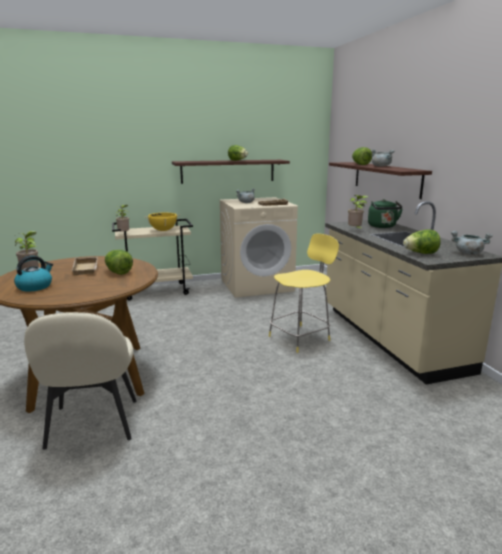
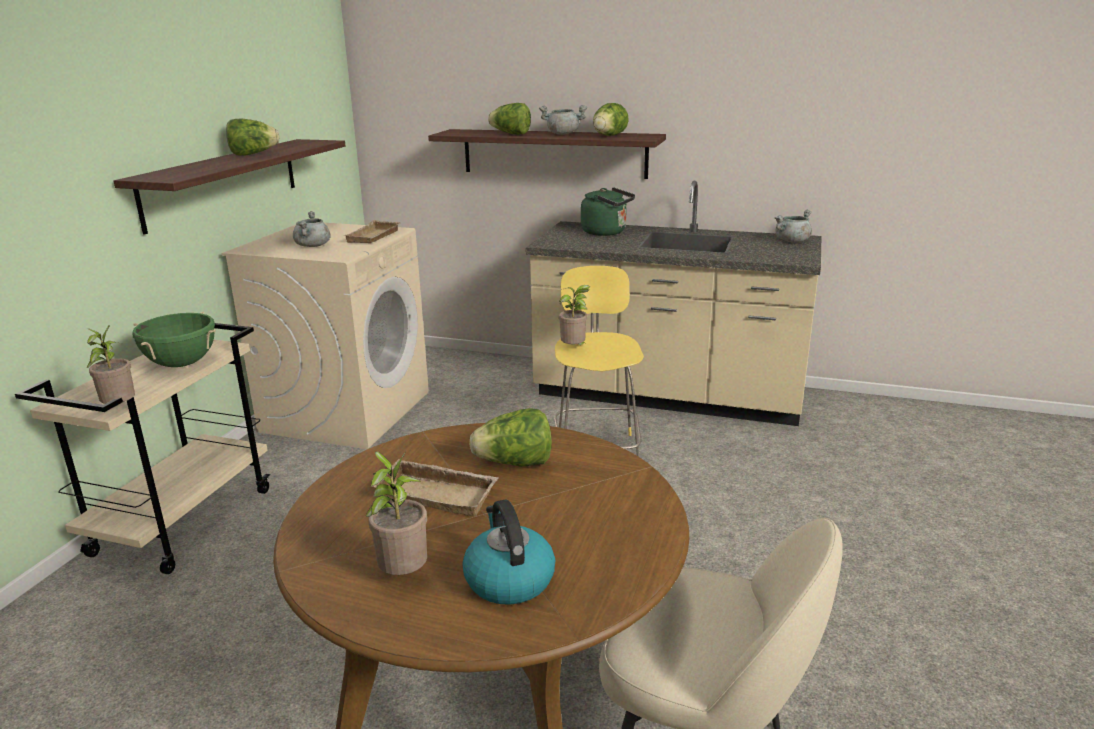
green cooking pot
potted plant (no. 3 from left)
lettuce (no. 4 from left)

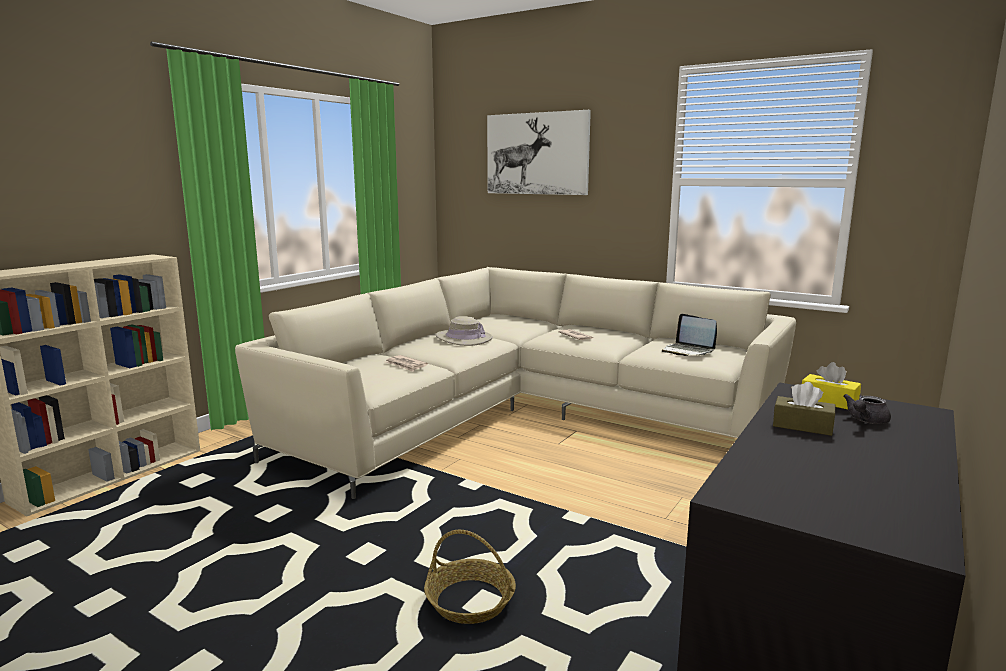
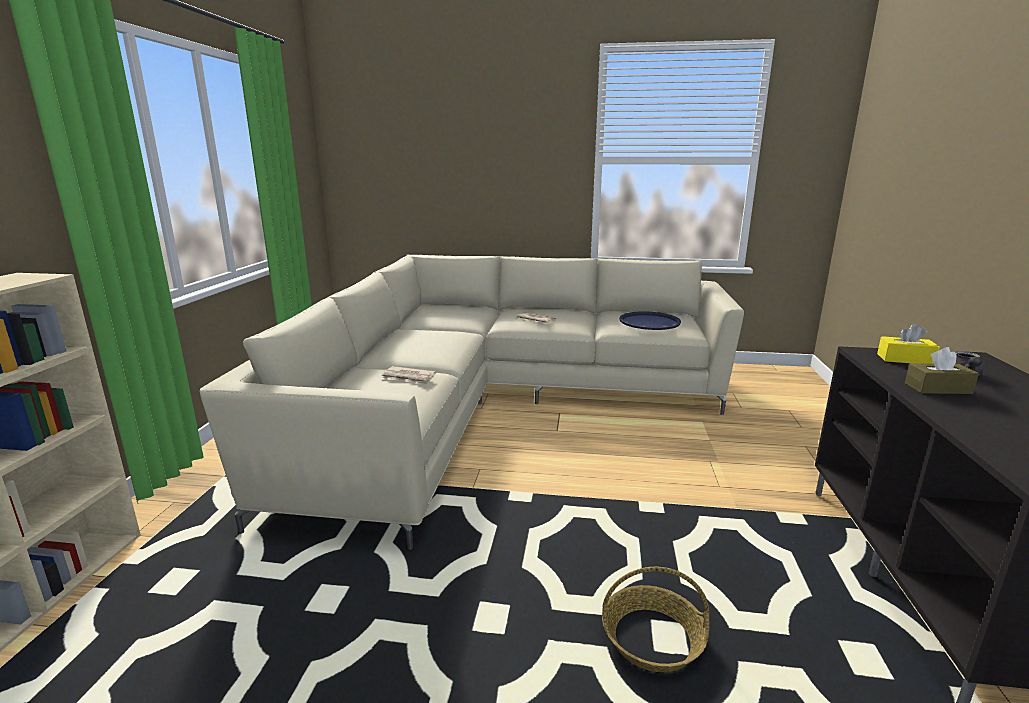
blue tray
beige hat
picture

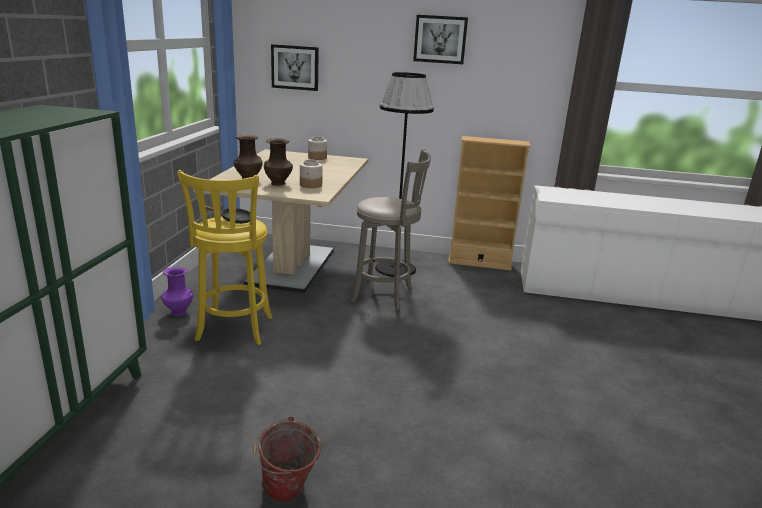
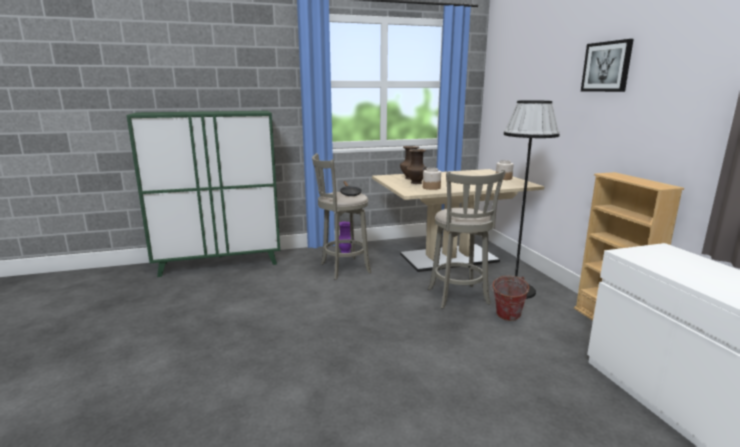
grey stool (no. 1 from left)
bucket
picture (no. 1 from left in the first image)

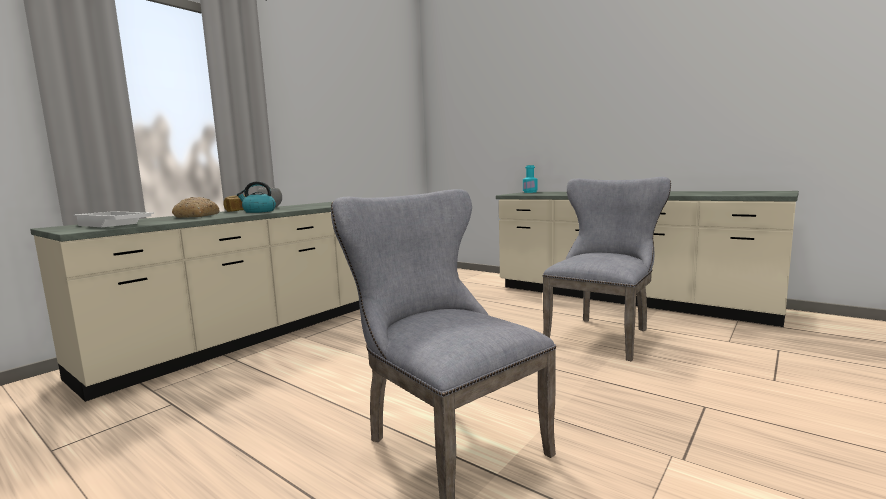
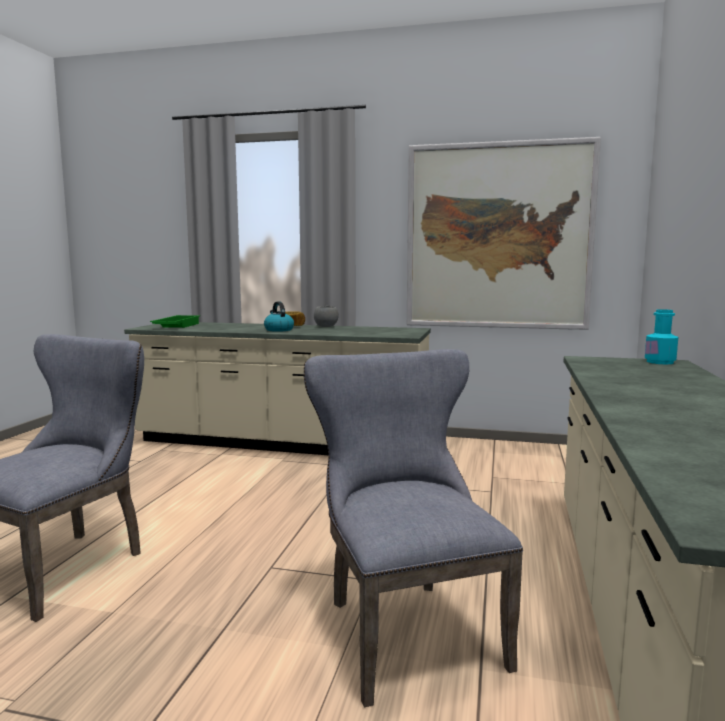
green tray
grey chair (no. 2 from left)
picture
bread (no. 1 from left in the first image)

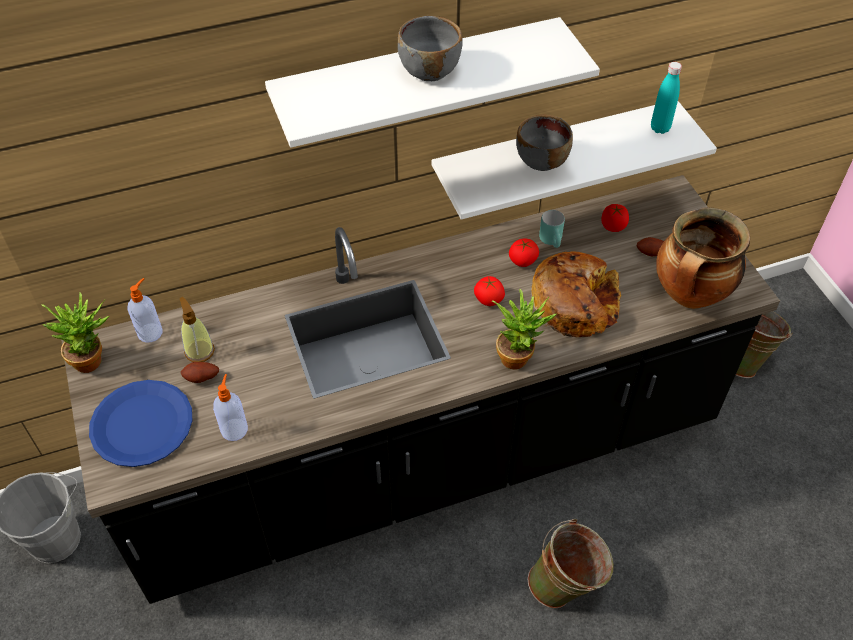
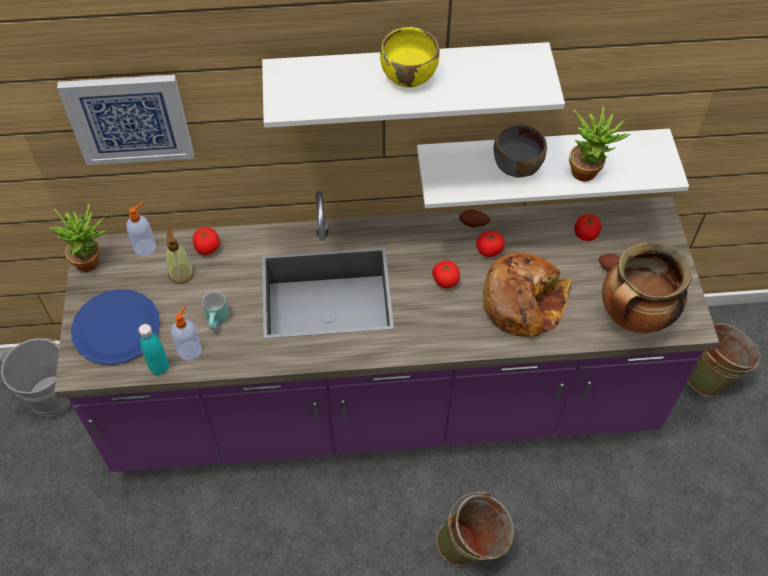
purple counter
picture
turquoise bottle
tomato (no. 1 from left)
turquoise mug
yellow bowl
potato (no. 1 from left)
potted plant (no. 2 from left)

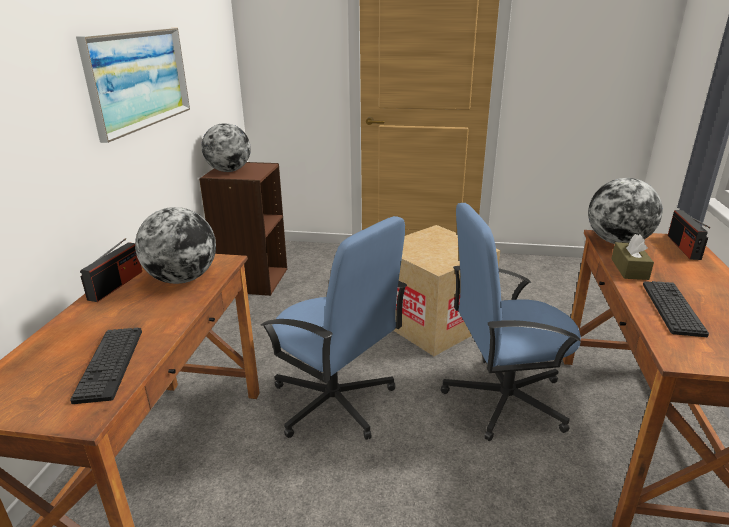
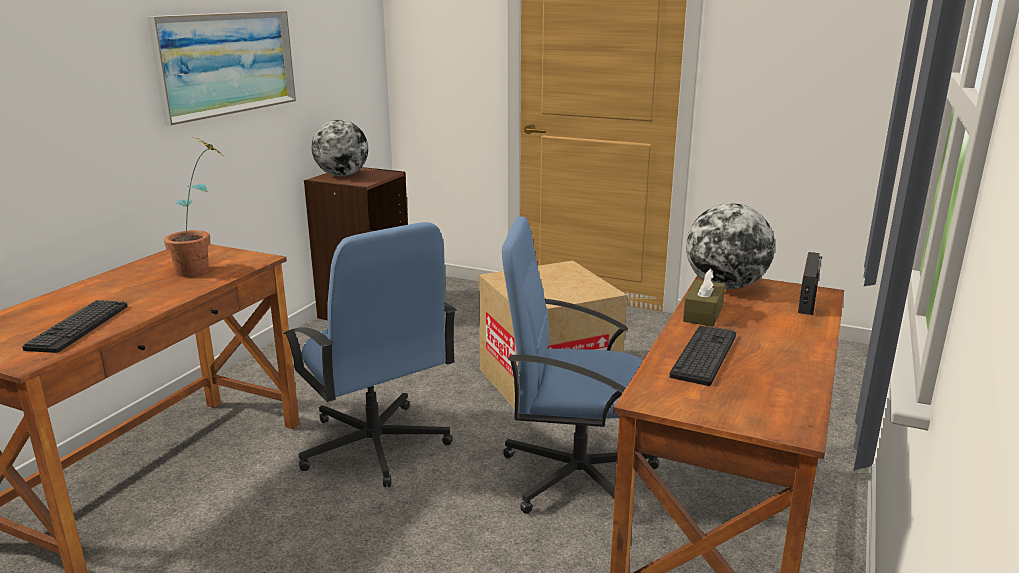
potted plant
radio (no. 1 from left in the first image)

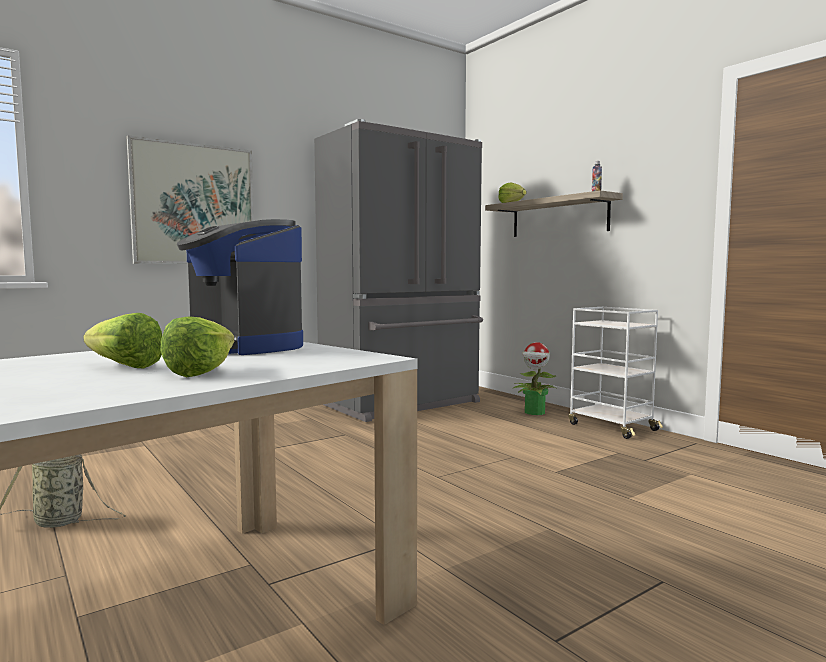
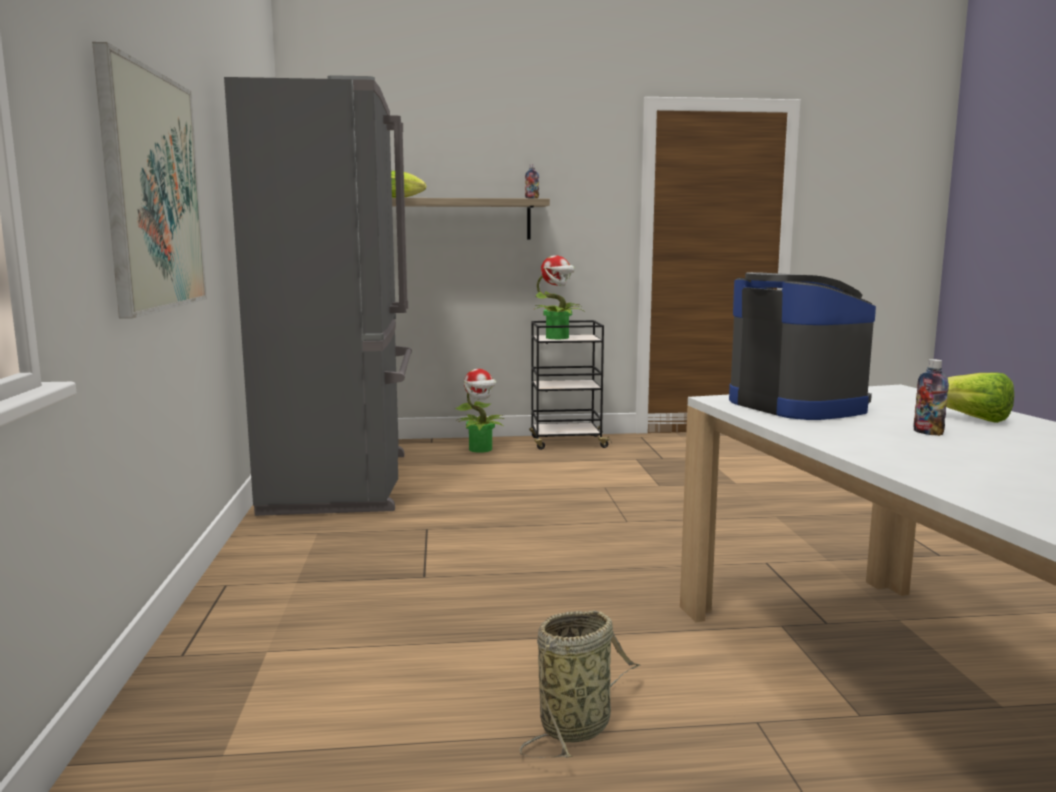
black cart
potted plant (no. 2 from left)
coffee machine
bottle (no. 2 from left)

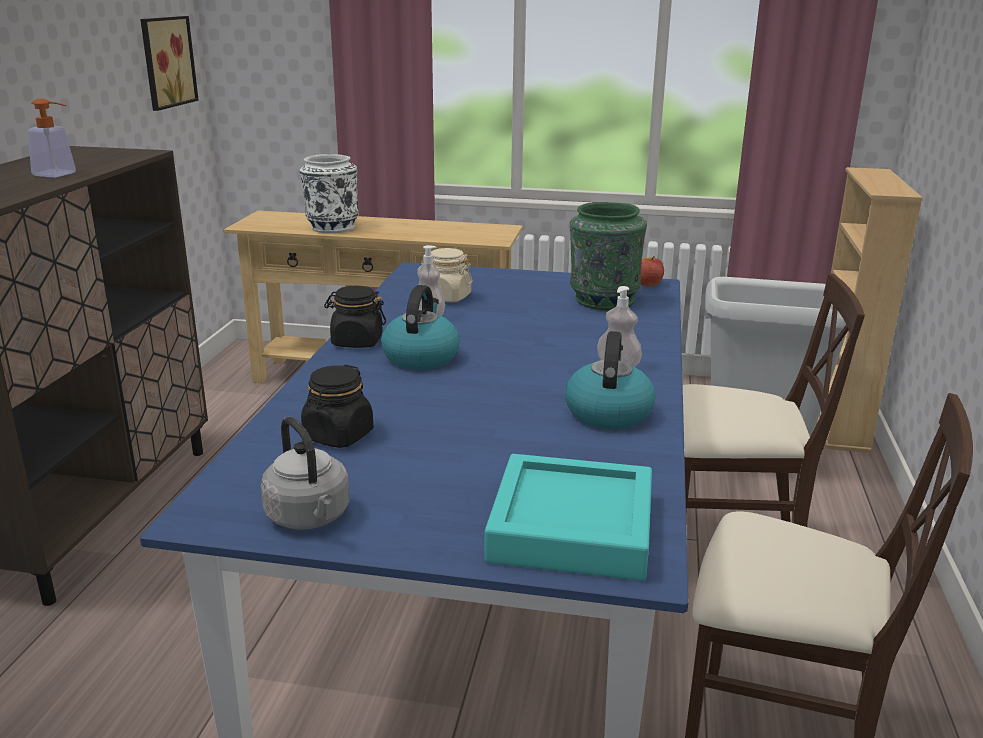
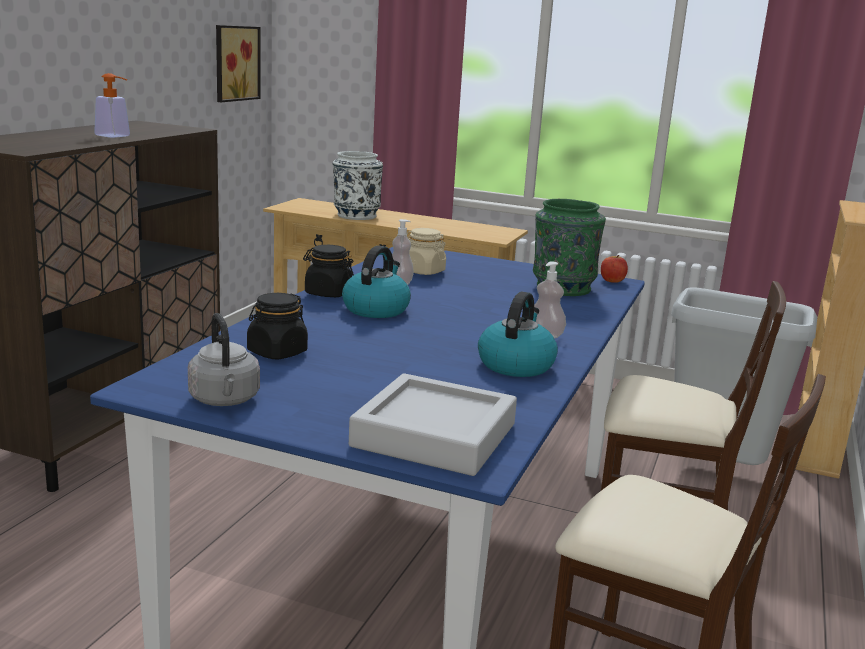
grey tray

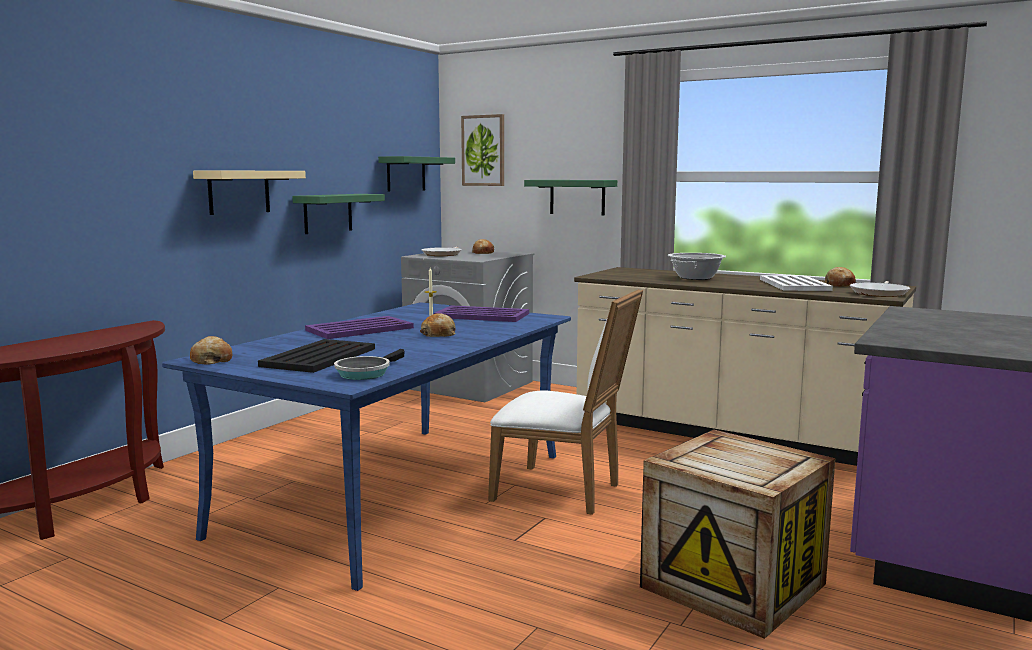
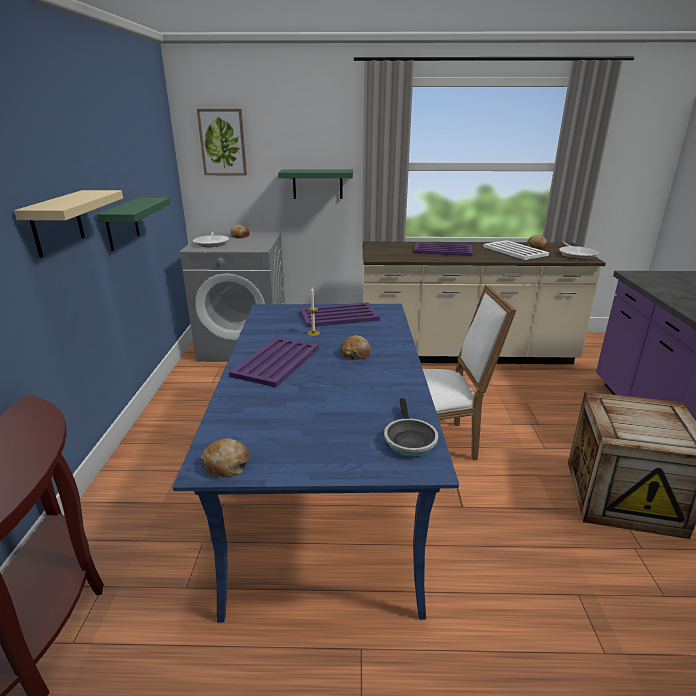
purple tray (no. 3 from left)
black tray
green shelf (no. 2 from left in the first image)

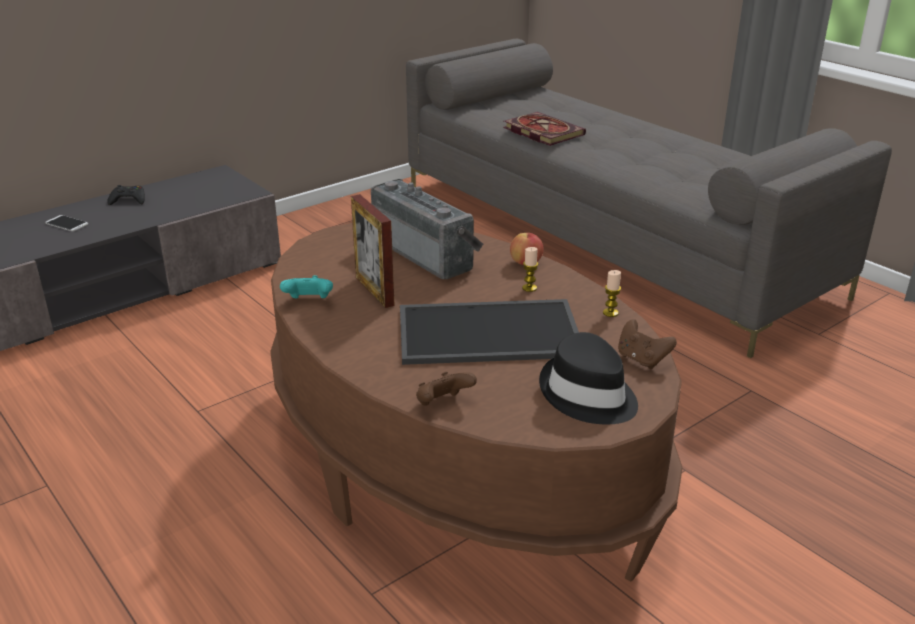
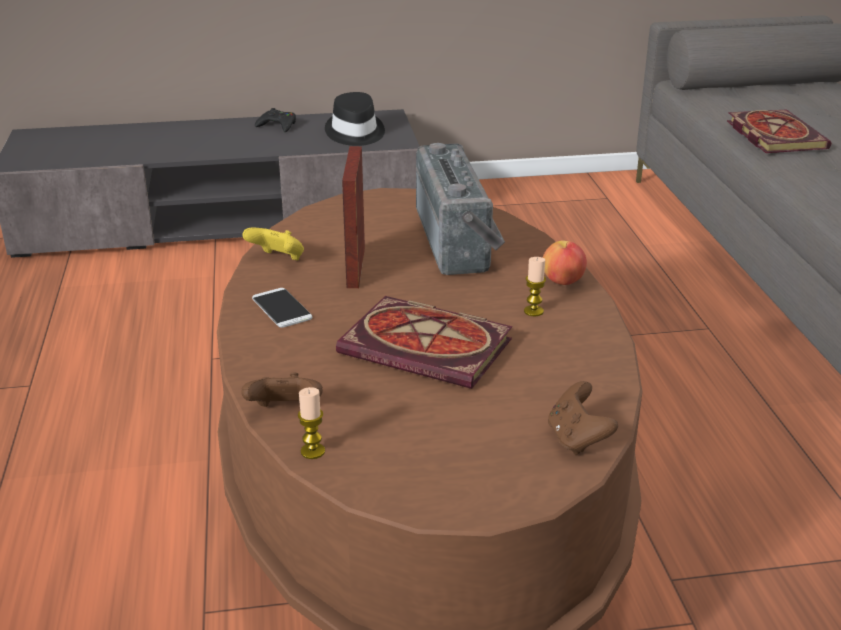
yellow game controller
phone
candle (no. 1 from left)
black hat
book (no. 1 from left)

